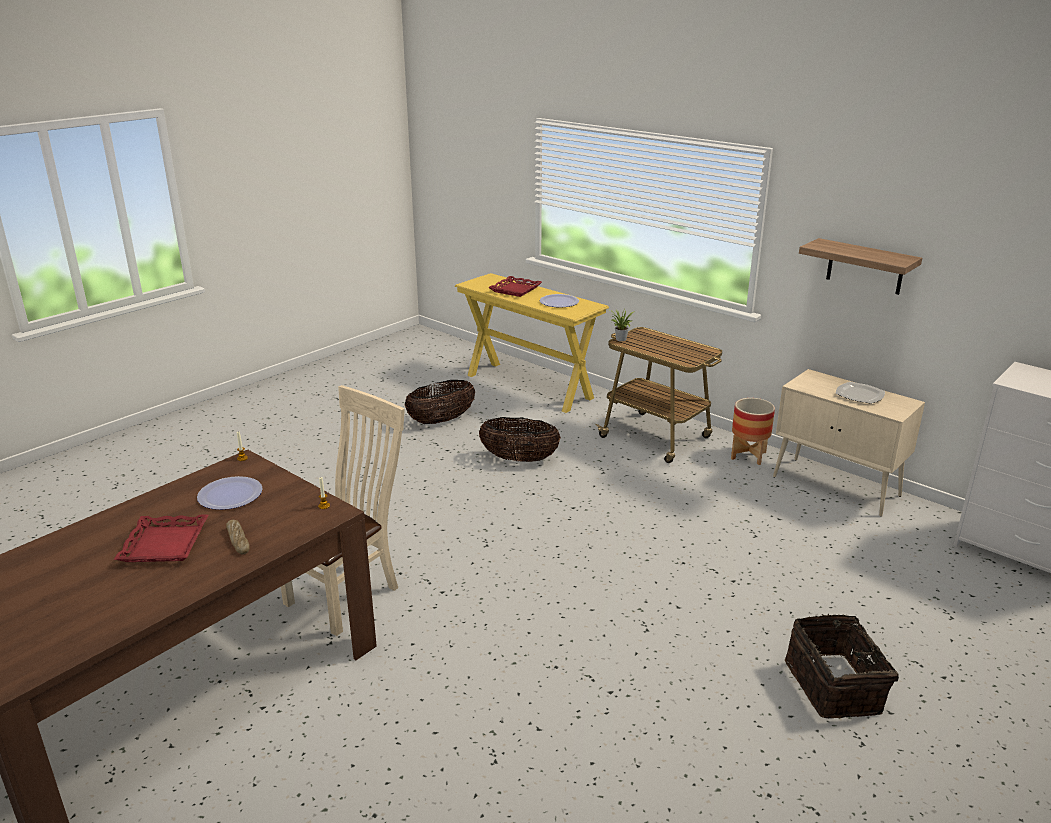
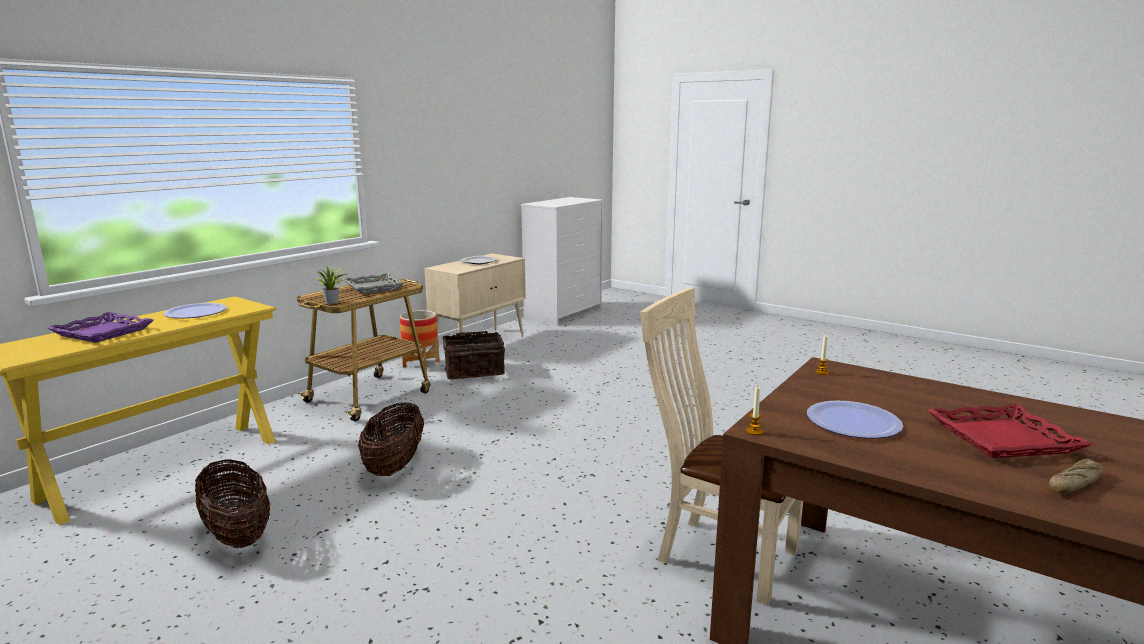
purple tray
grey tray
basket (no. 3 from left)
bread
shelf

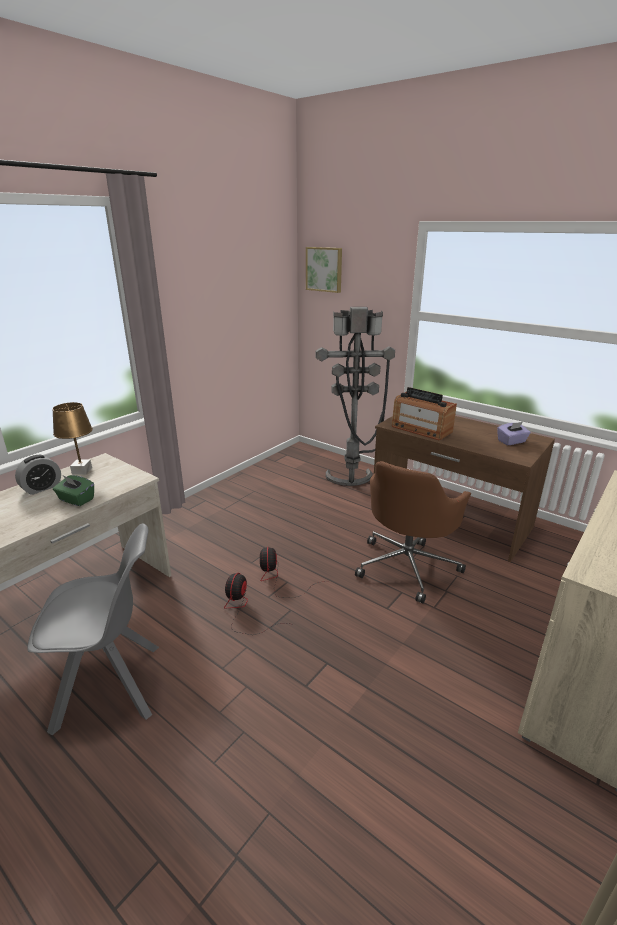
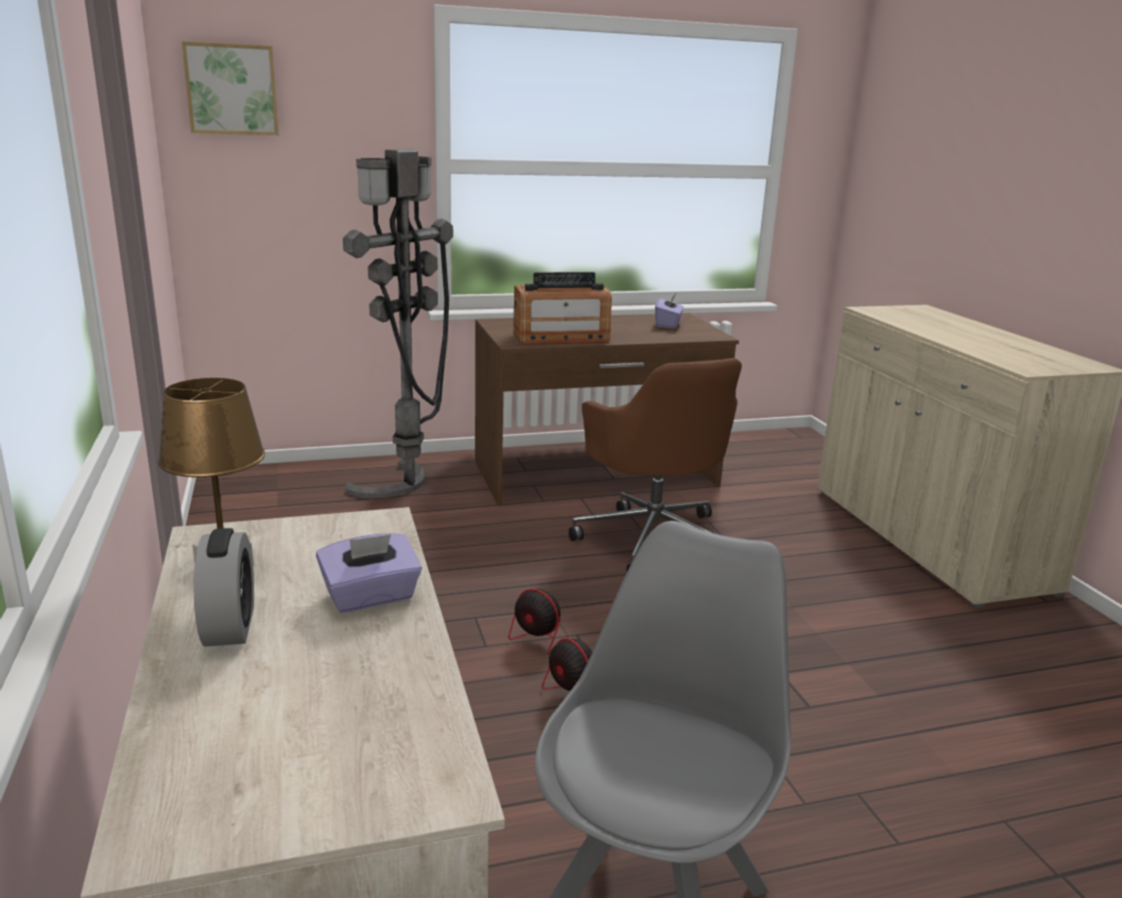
purple tissue box (no. 1 from left)

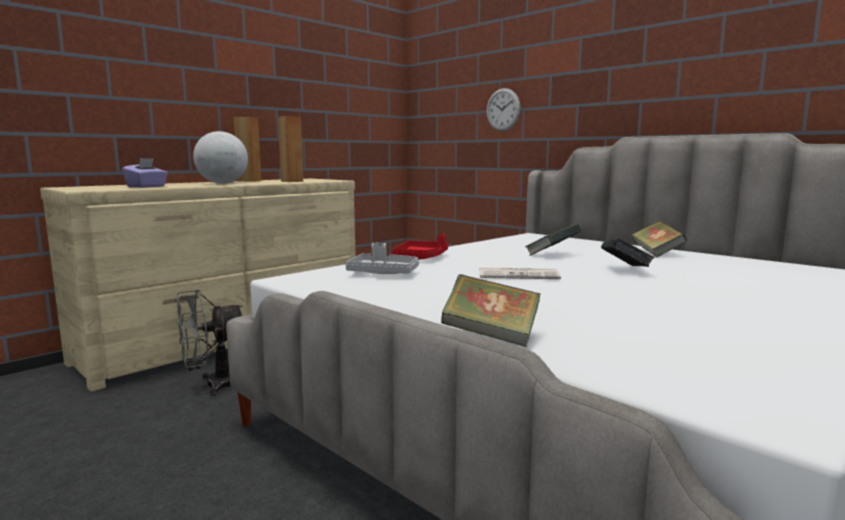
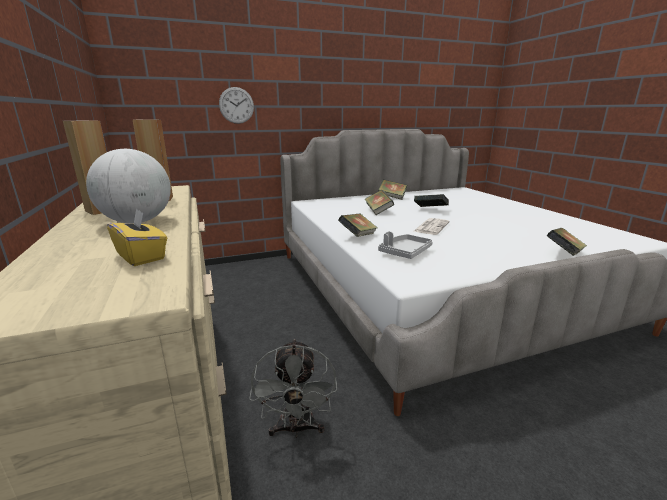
yellow tissue box
book (no. 1 from left)

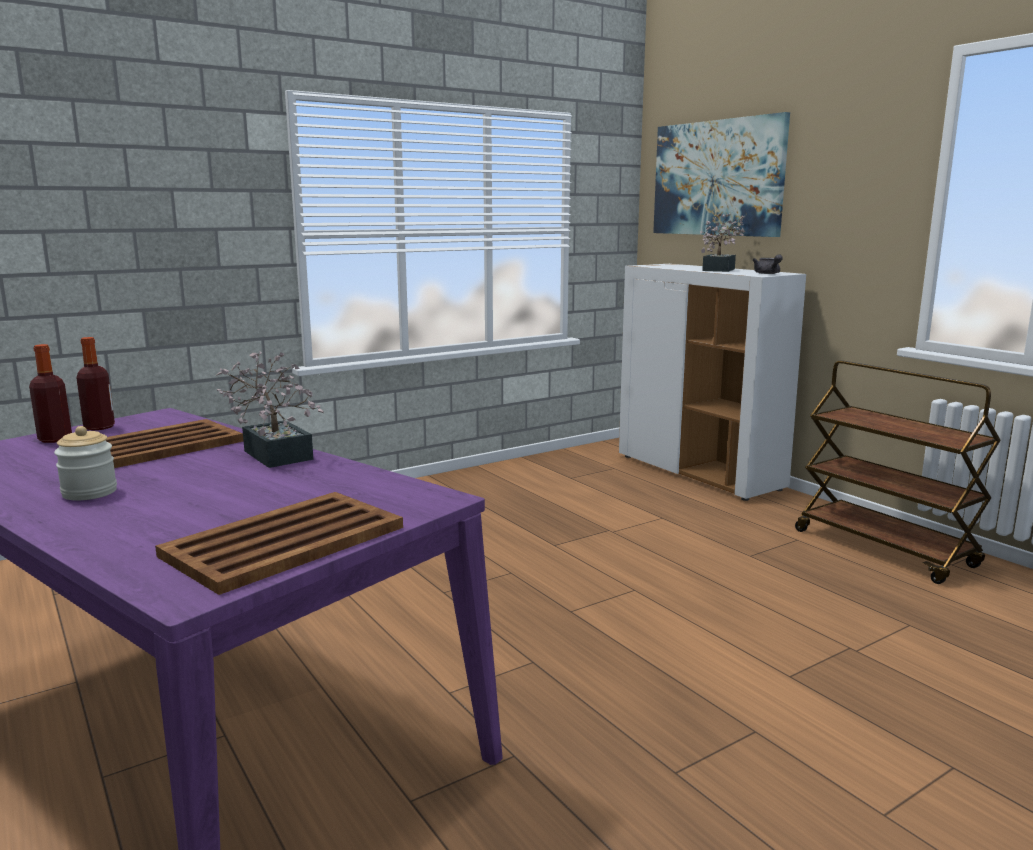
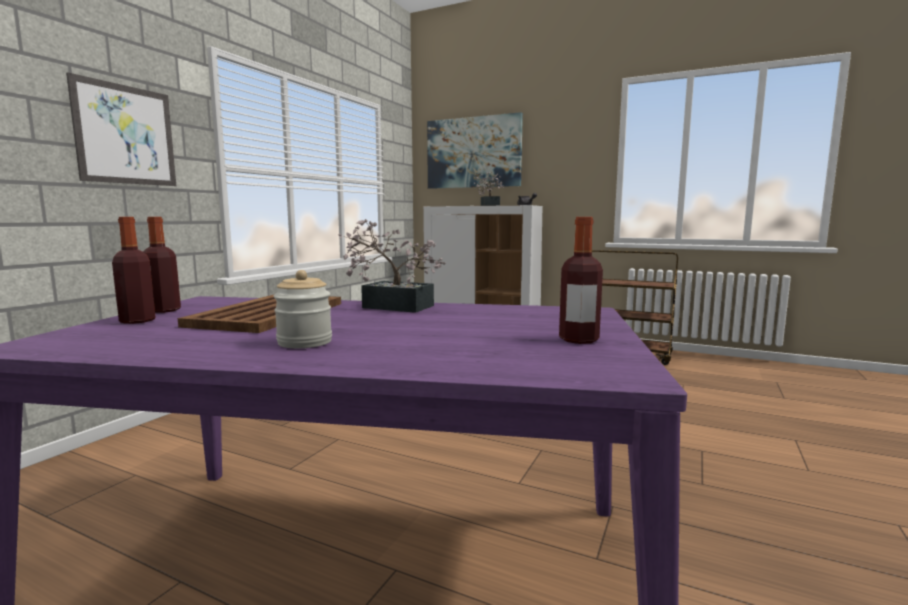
picture (no. 1 from left)
bottle (no. 3 from left)

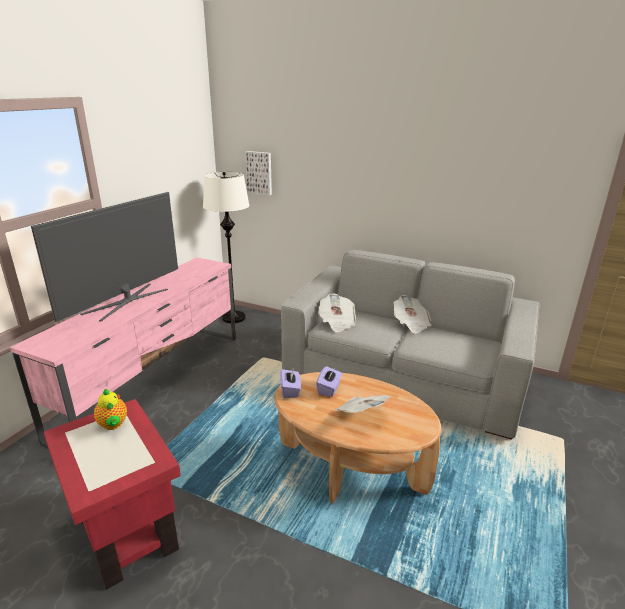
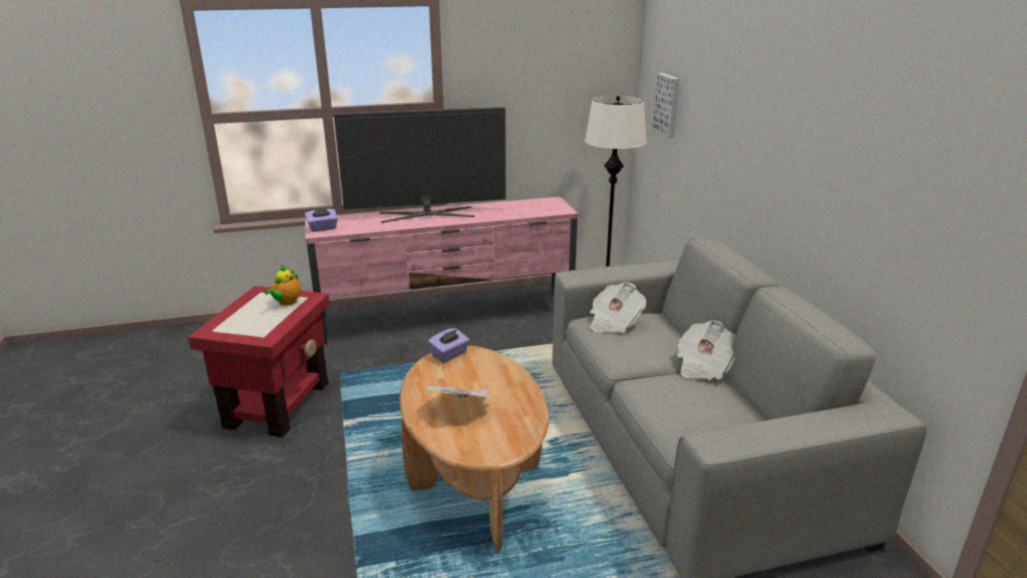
purple tissue box (no. 1 from left)

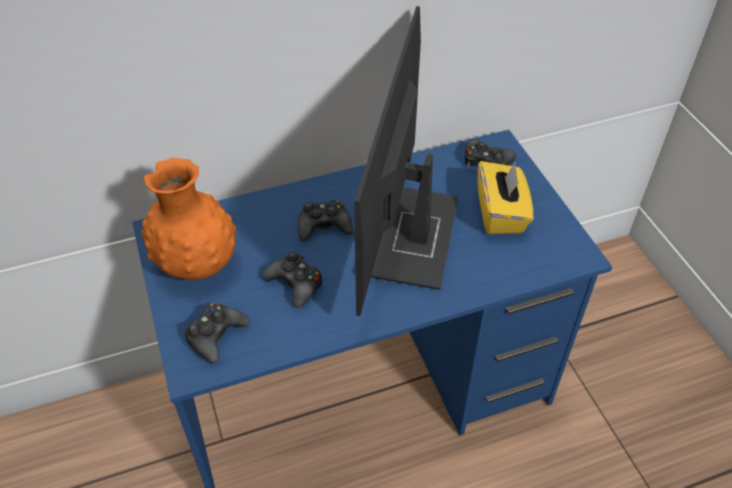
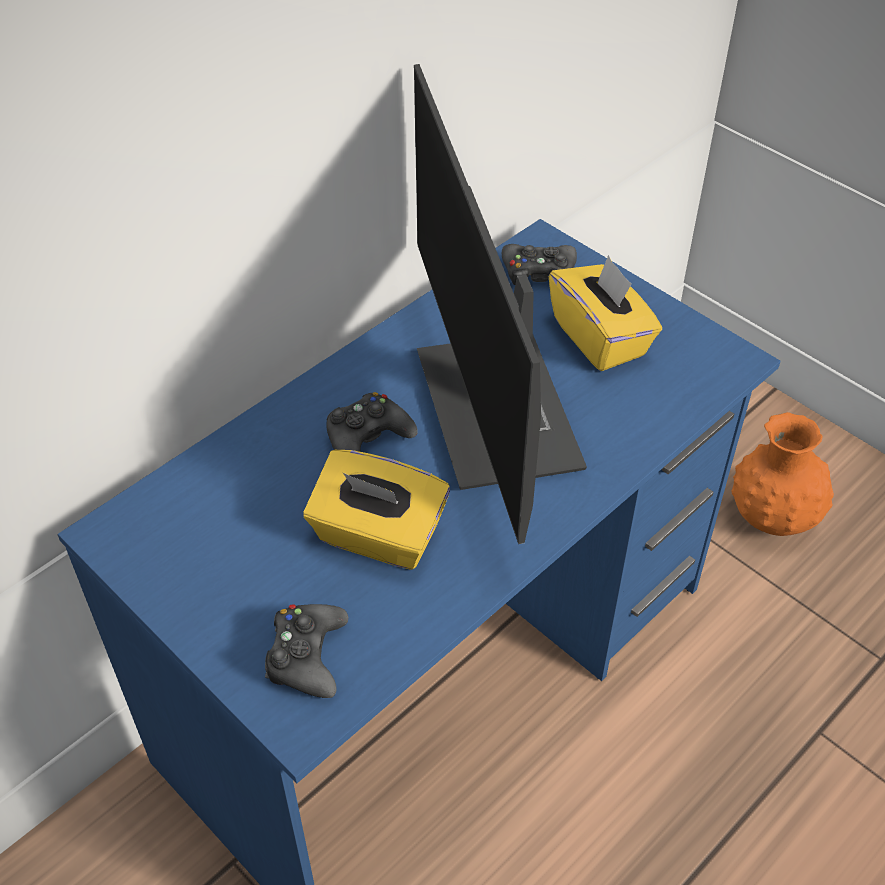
yellow tissue box (no. 1 from left)
orange vase

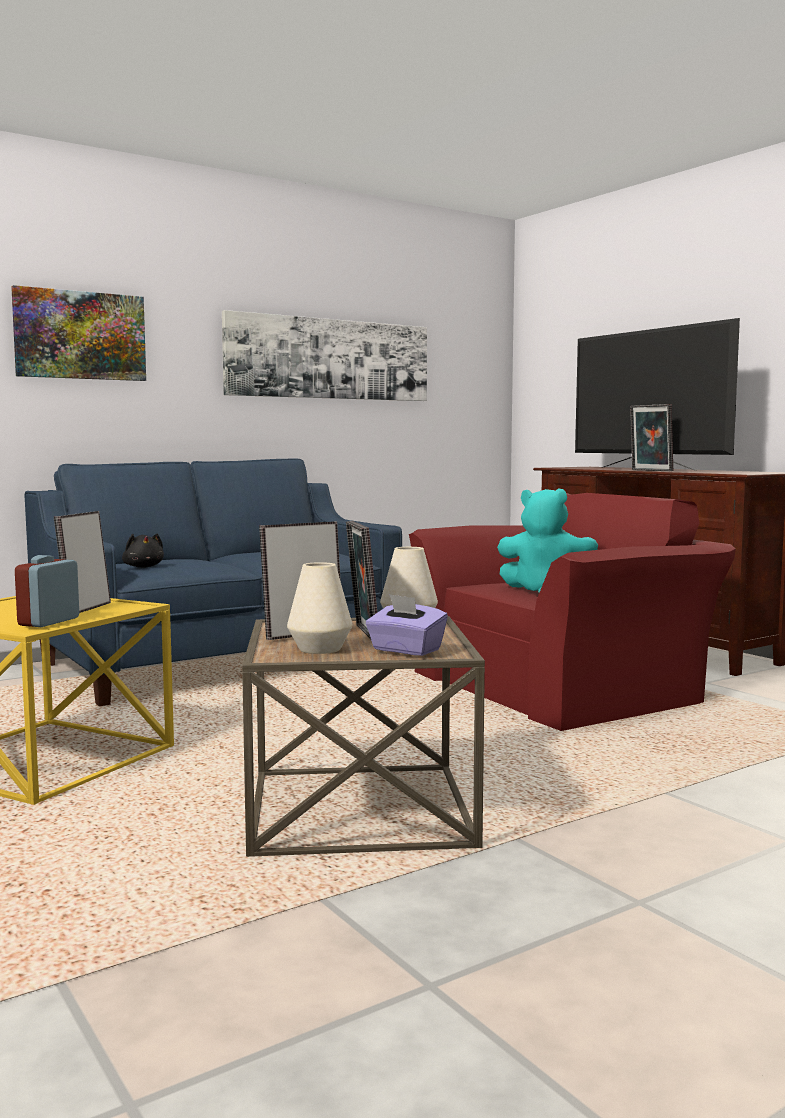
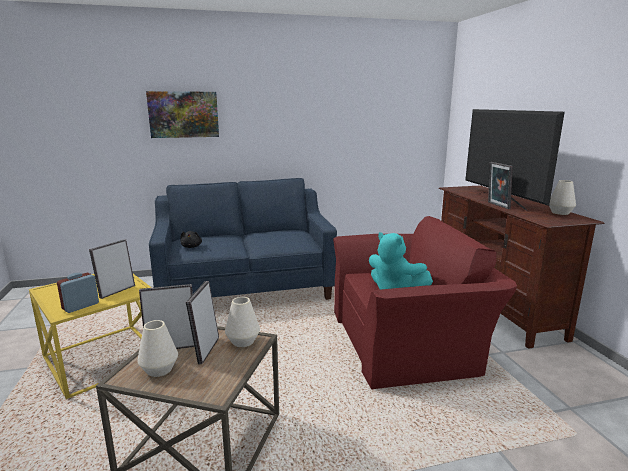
white vase (no. 3 from left)
picture (no. 2 from left in the first image)
purple tissue box

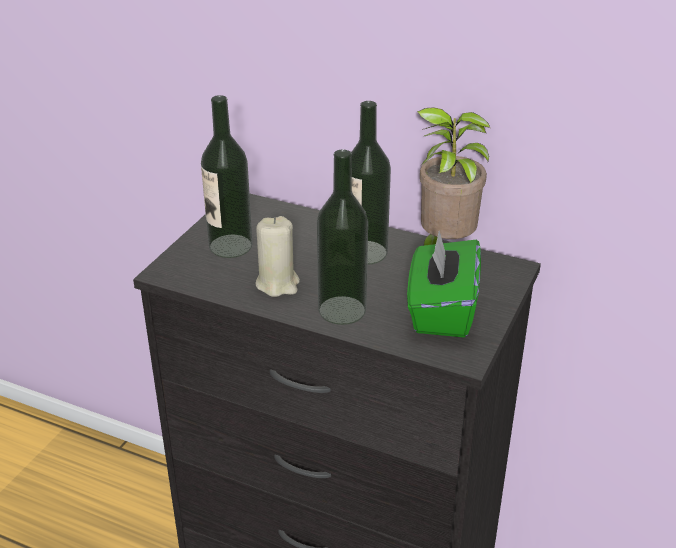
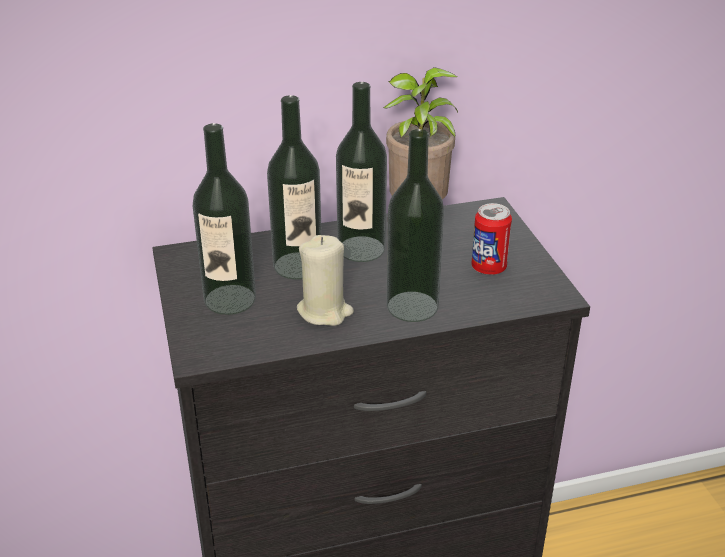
bottle (no. 2 from left)
can

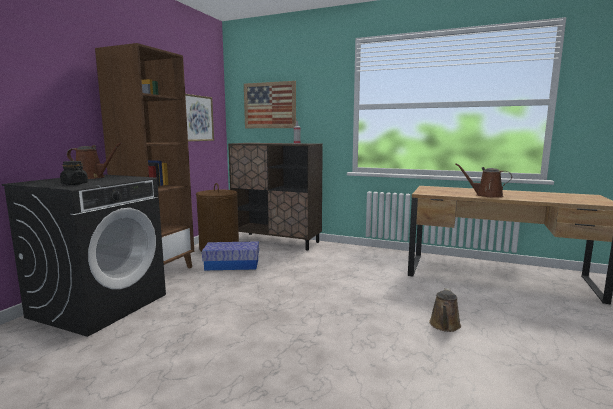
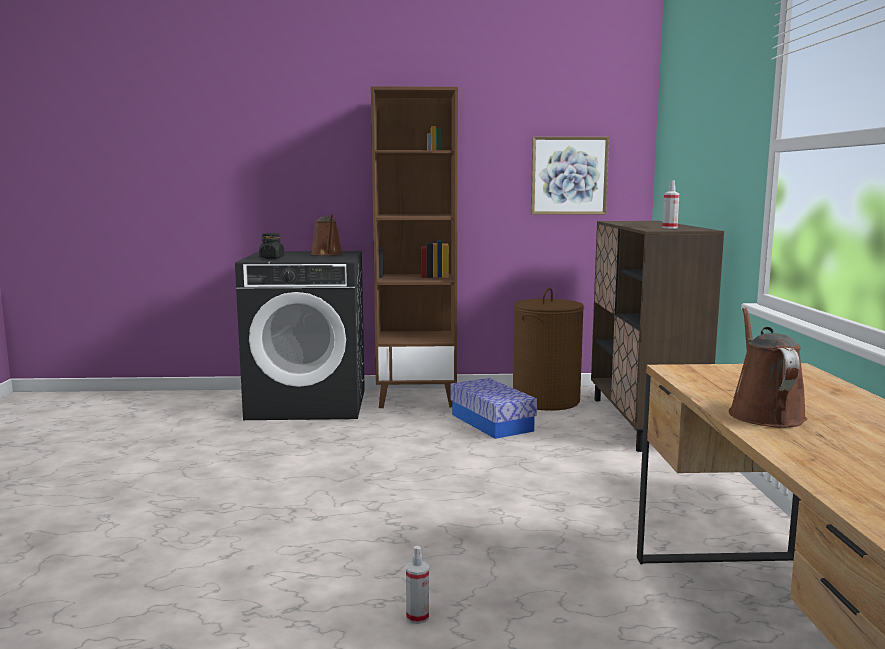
spray bottle (no. 1 from left)
picture (no. 2 from left in the first image)

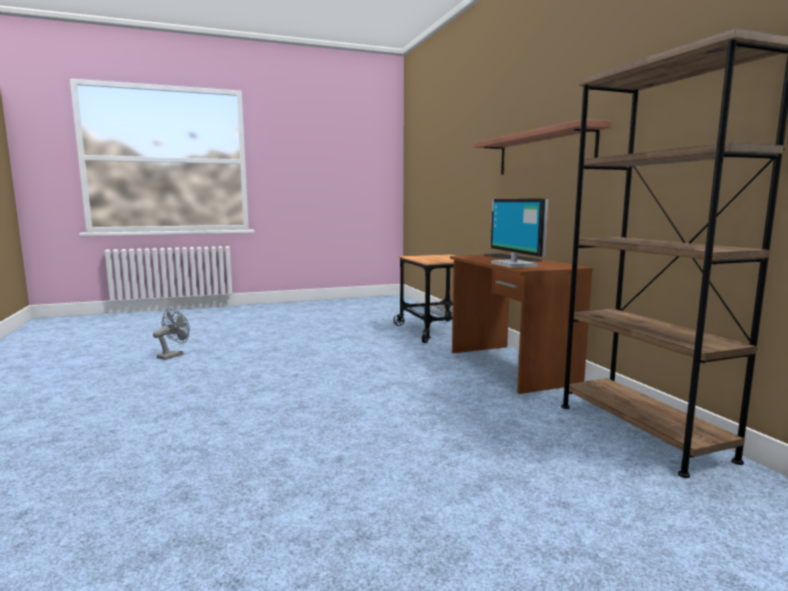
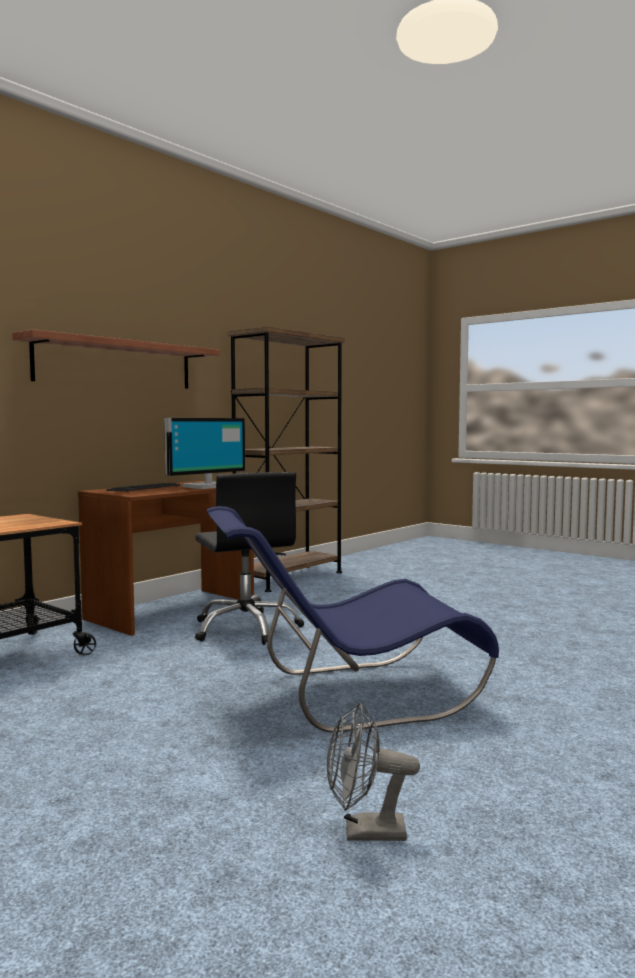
black office chair
blue chair

